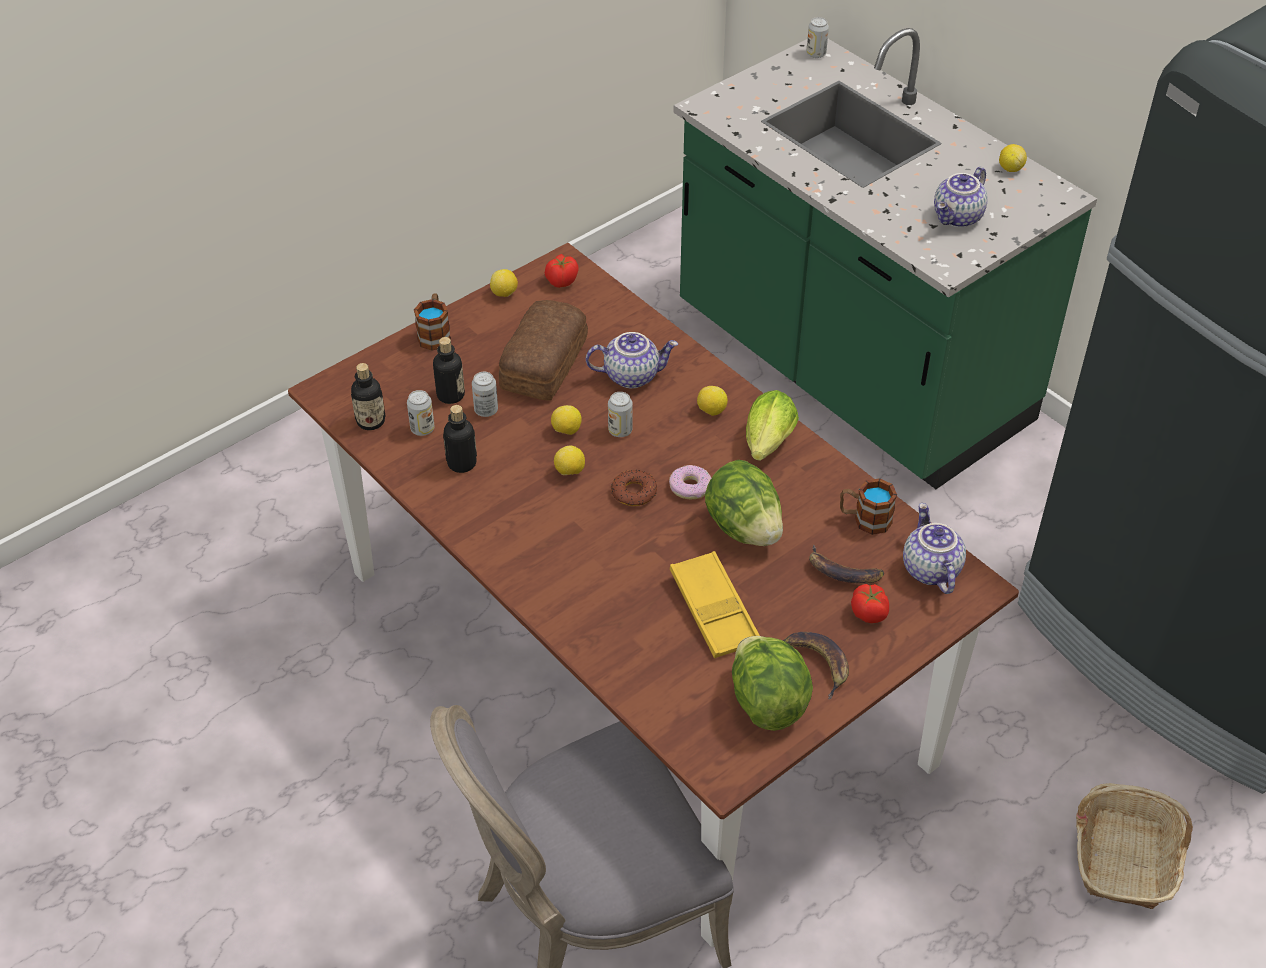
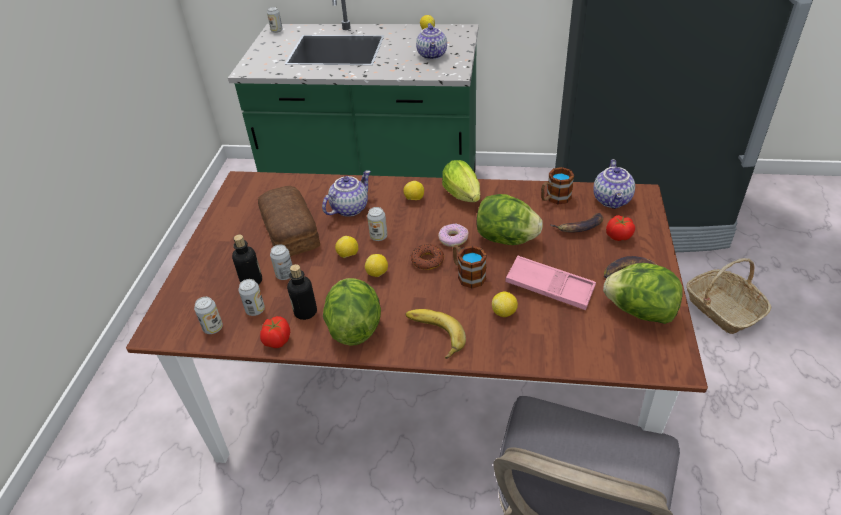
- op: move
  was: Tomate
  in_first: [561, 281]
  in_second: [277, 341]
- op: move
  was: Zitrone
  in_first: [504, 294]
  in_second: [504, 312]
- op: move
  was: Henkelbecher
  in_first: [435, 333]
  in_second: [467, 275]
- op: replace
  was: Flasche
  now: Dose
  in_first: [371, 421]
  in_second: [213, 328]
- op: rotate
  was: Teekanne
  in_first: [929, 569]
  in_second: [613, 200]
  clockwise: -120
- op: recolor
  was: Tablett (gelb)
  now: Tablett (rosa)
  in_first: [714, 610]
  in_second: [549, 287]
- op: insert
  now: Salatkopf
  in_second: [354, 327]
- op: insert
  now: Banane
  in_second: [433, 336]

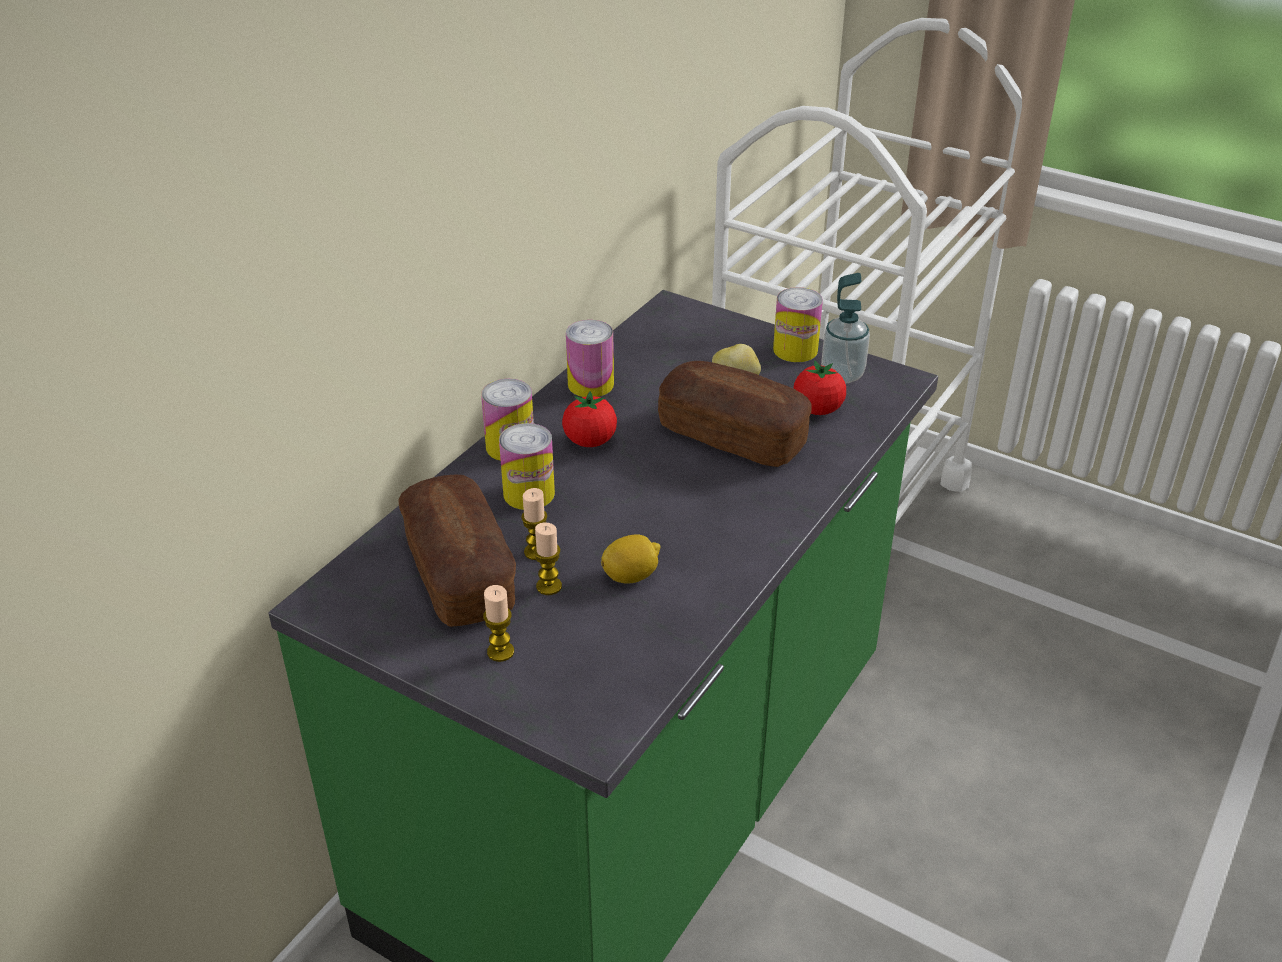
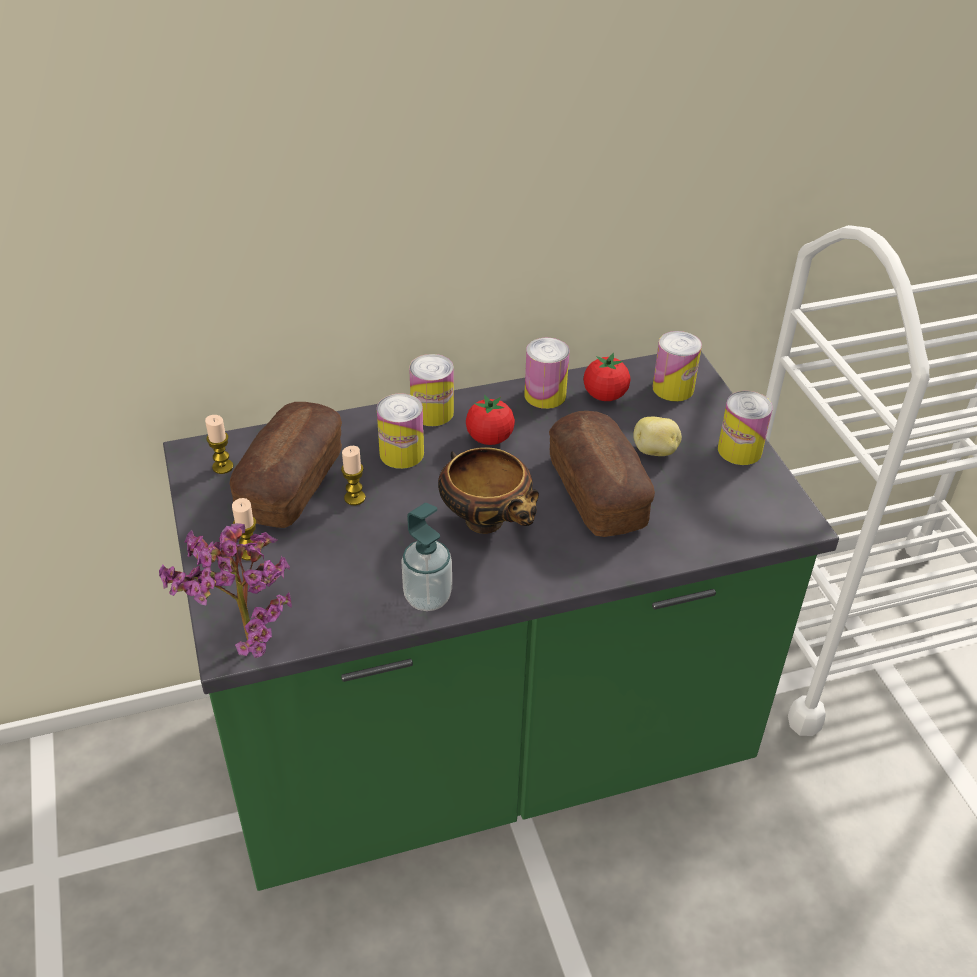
- op: move
  was: Seifenspender
  in_first: [842, 375]
  in_second: [427, 597]
- op: move
  was: Tomate
  in_first: [817, 409]
  in_second: [605, 395]
- op: move
  was: Kerze
  in_first: [549, 586]
  in_second: [223, 467]
- op: delete
  was: Zitrone
  in_first: [631, 576]
- op: insert
  now: Dose
  in_second: [673, 388]
- op: insert
  now: Schüssel
  in_second: [488, 523]
- op: insert
  now: Topfpflanze
  in_second: [243, 642]

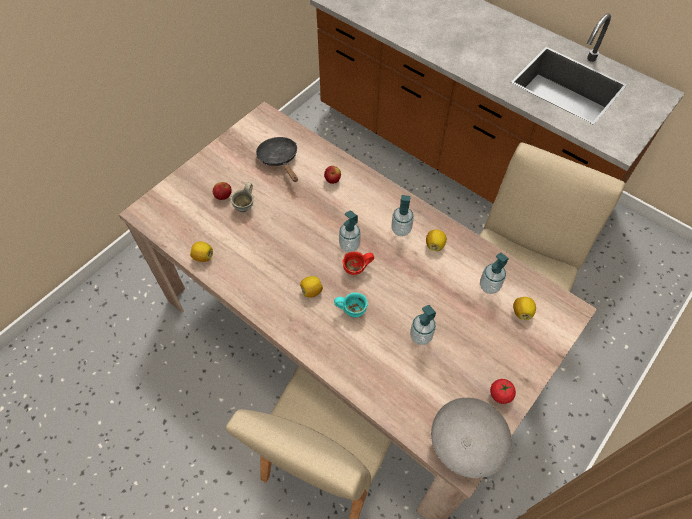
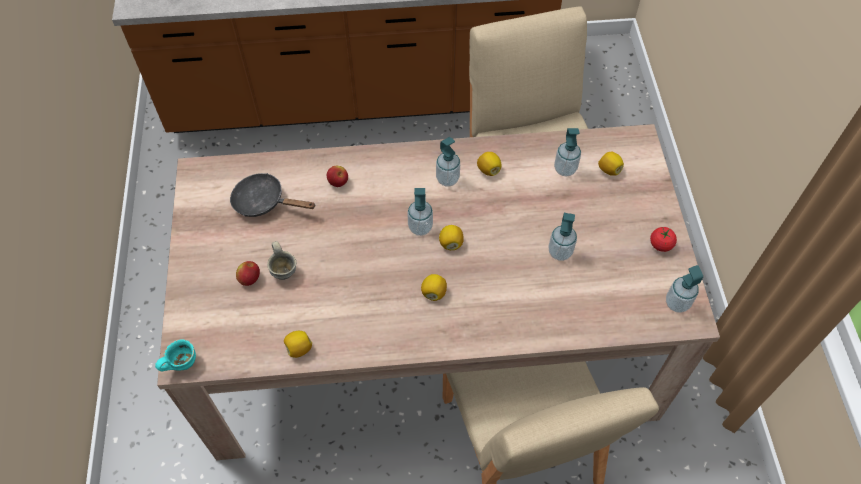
- op: replace
  was: Henkelbecher (rot)
  now: Zitrone
  in_first: [356, 270]
  in_second: [451, 243]
- op: move
  was: Henkelbecher (türkis)
  in_first: [352, 310]
  in_second: [181, 363]
- op: replace
  was: Schüssel (grau)
  now: Seifenspender
  in_first: [464, 444]
  in_second: [677, 303]

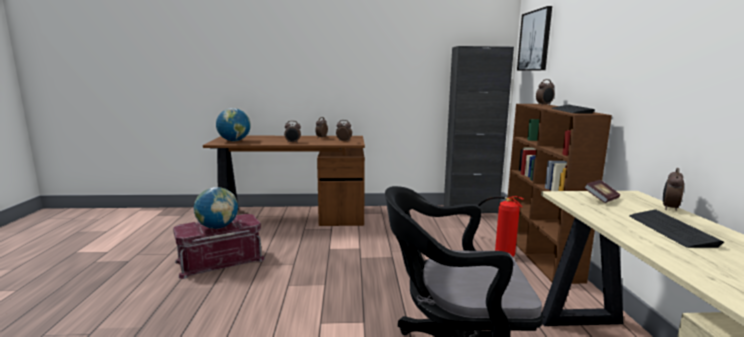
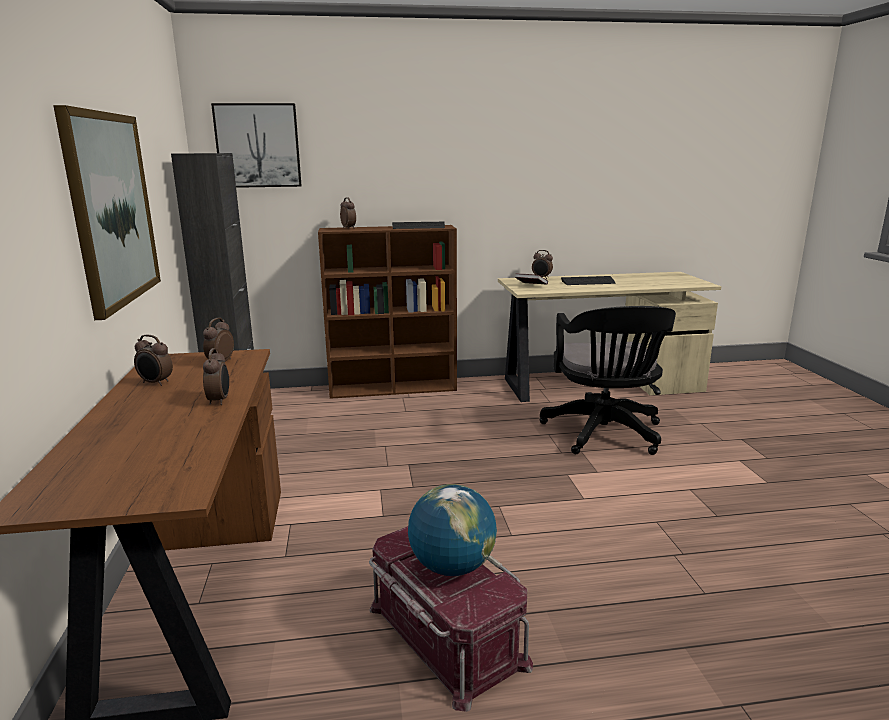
- op: delete
  was: Globus
  in_first: [234, 141]
- op: delete
  was: Feuerlöscher
  in_first: [497, 250]
- op: insert
  now: Bild
  in_second: [112, 209]

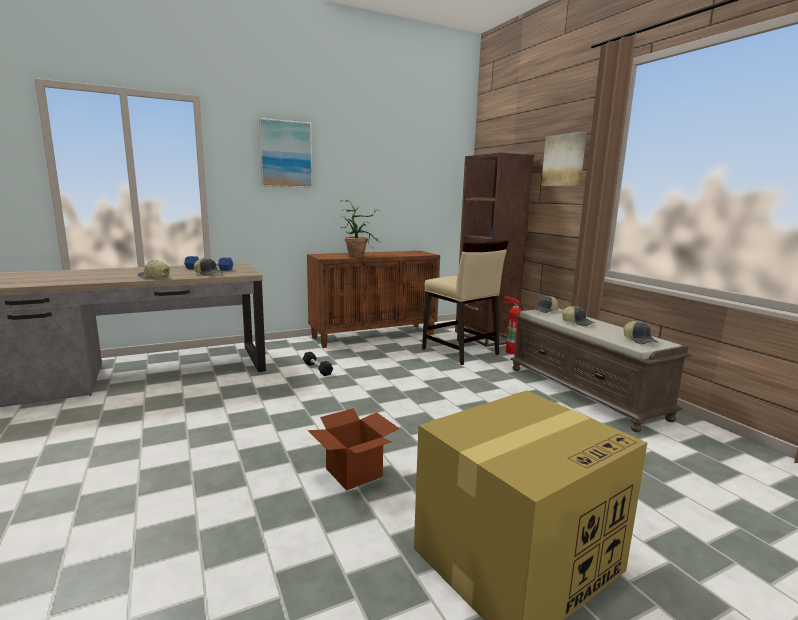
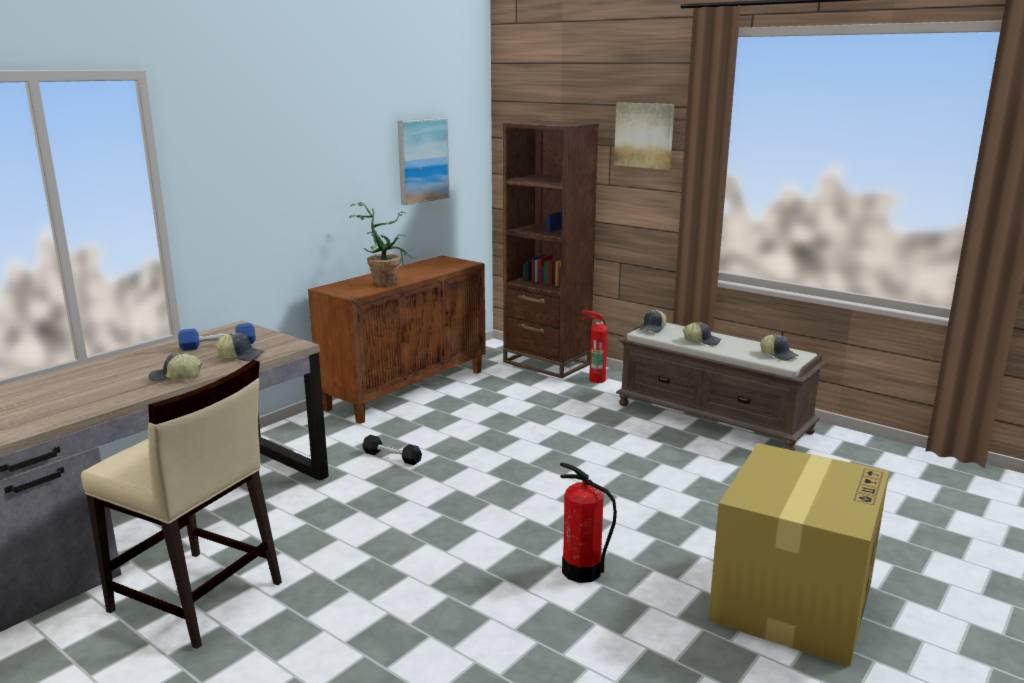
- op: move
  was: Bild
  in_first: [286, 154]
  in_second: [422, 160]
- op: move
  was: Stuhl (beige)
  in_first: [460, 352]
  in_second: [196, 598]
- op: replace
  was: Karton
  now: Feuerlöscher
  in_first: [353, 473]
  in_second: [582, 571]

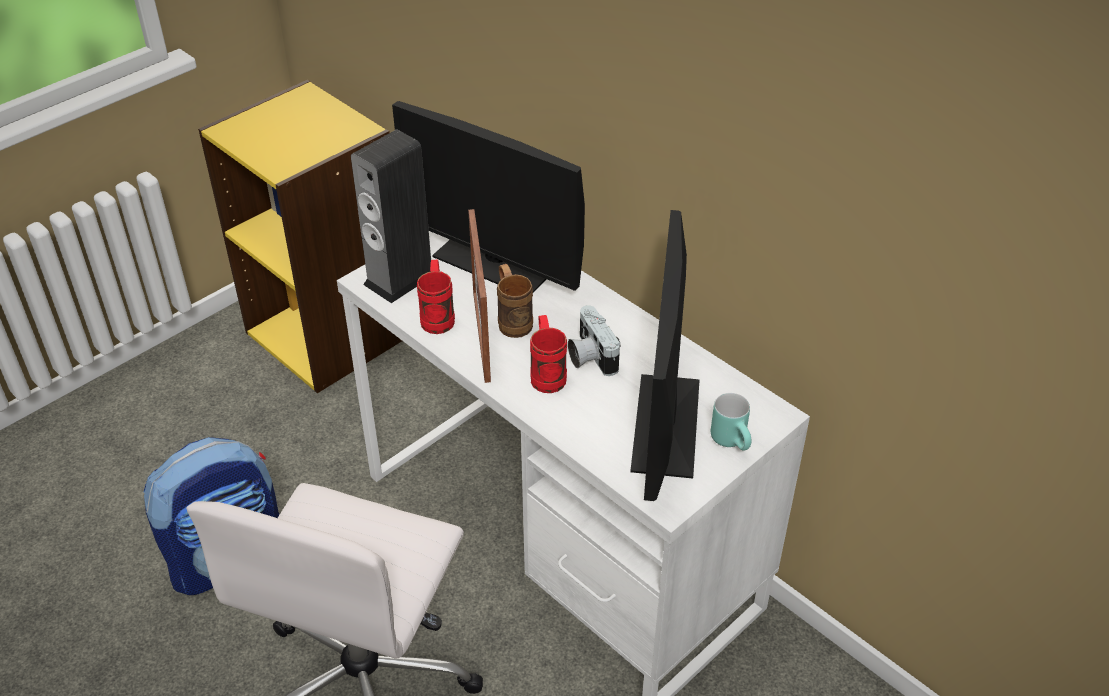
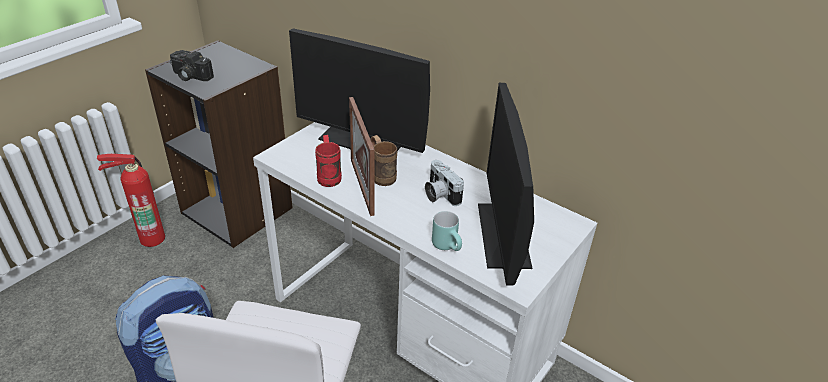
- op: recolor
  was: Bücherregal (gelb)
  now: Bücherregal (schwarz)
  in_first: [330, 333]
  in_second: [238, 210]
- op: delete
  was: Lautsprecher
  in_first: [400, 279]
- op: delete
  was: Henkelbecher (rot)
  in_first: [547, 374]
- op: move
  was: Henkelbecher (türkis)
  in_first: [734, 441]
  in_second: [449, 246]
- op: insert
  now: Kamera
  in_second: [189, 76]
- op: insert
  now: Feuerlöscher
  in_second: [150, 237]

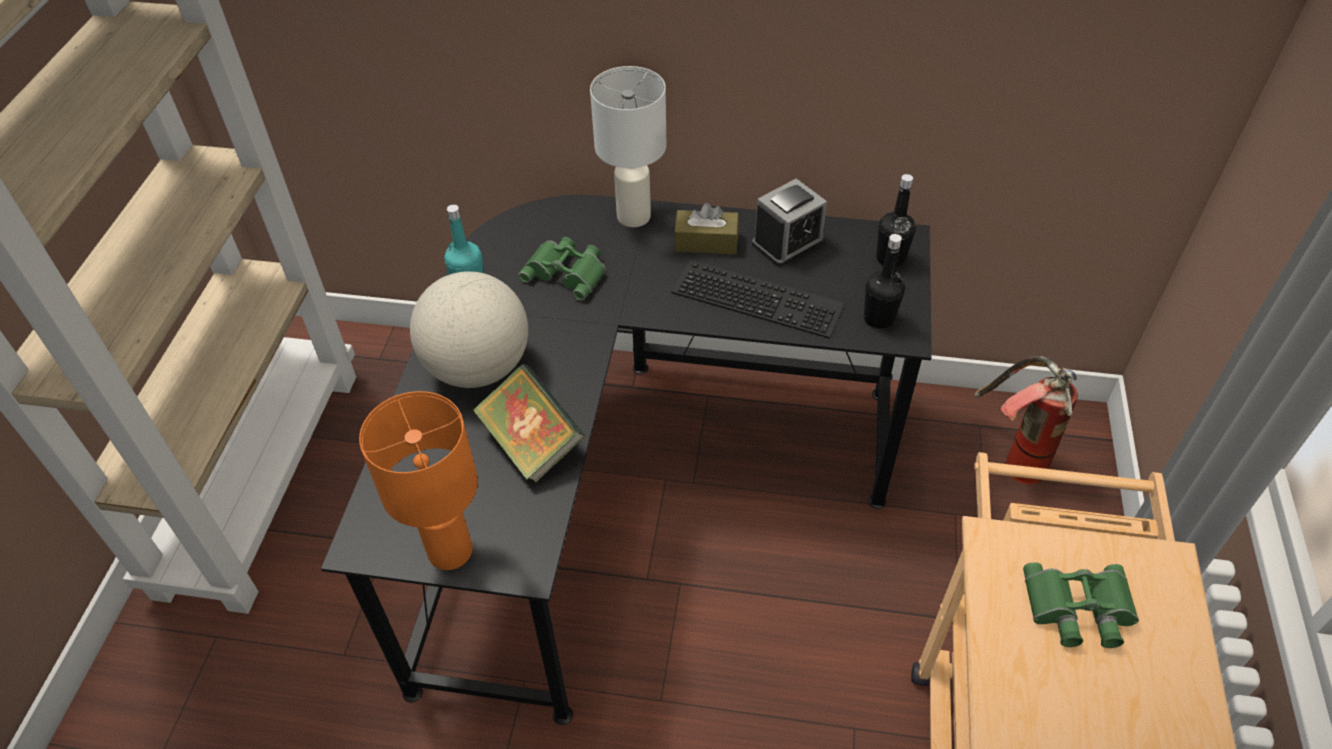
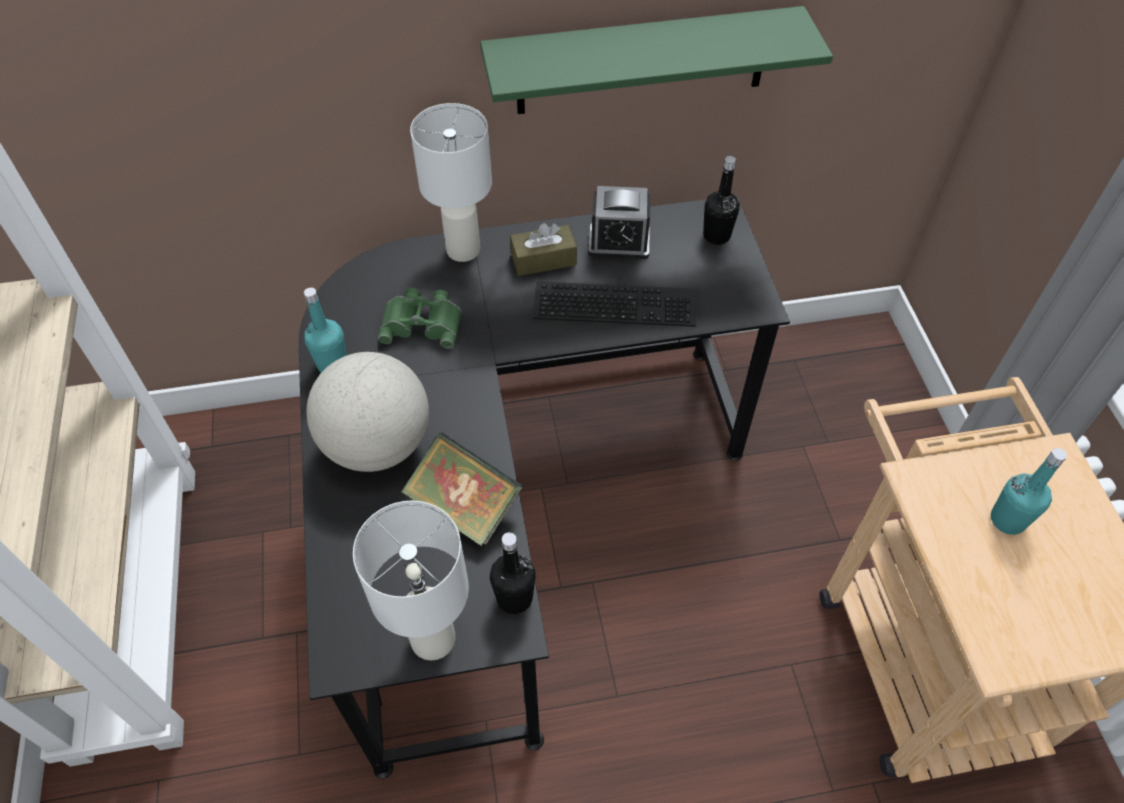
- op: rotate
  was: Wecker
  in_first: [787, 243]
  in_second: [619, 242]
  clockwise: 60
- op: move
  was: Flasche (schwarz)
  in_first: [878, 318]
  in_second: [514, 598]
- op: delete
  was: Feuerlöscher
  in_first: [1010, 459]
- op: recolor
  was: Tischlampe (orange)
  now: Tischlampe (weiß)
  in_first: [451, 551]
  in_second: [434, 639]
- op: replace
  was: Fernglas (grün)
  now: Flasche (türkis)
  in_first: [1078, 610]
  in_second: [1007, 520]
- op: insert
  now: Wandregal (grün)
  in_second: [642, 61]

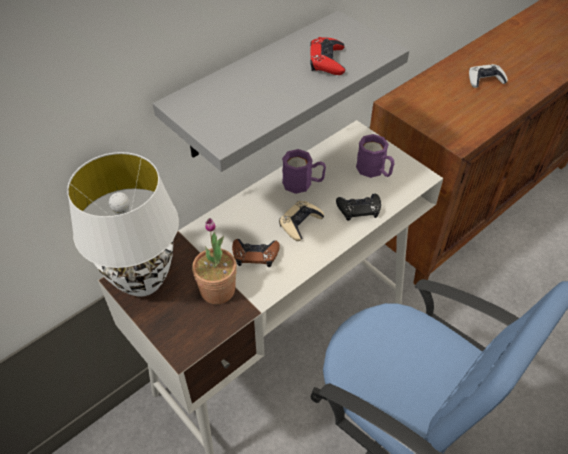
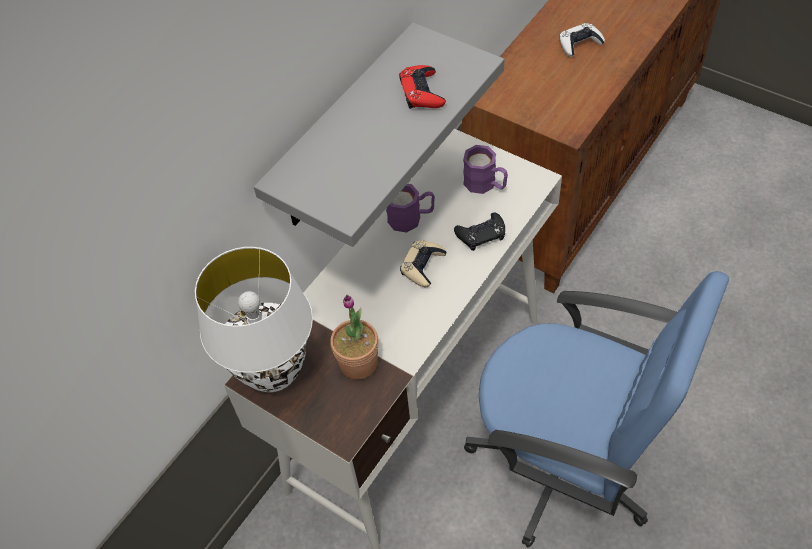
- op: delete
  was: Gamepad (braun)
  in_first: [255, 255]

